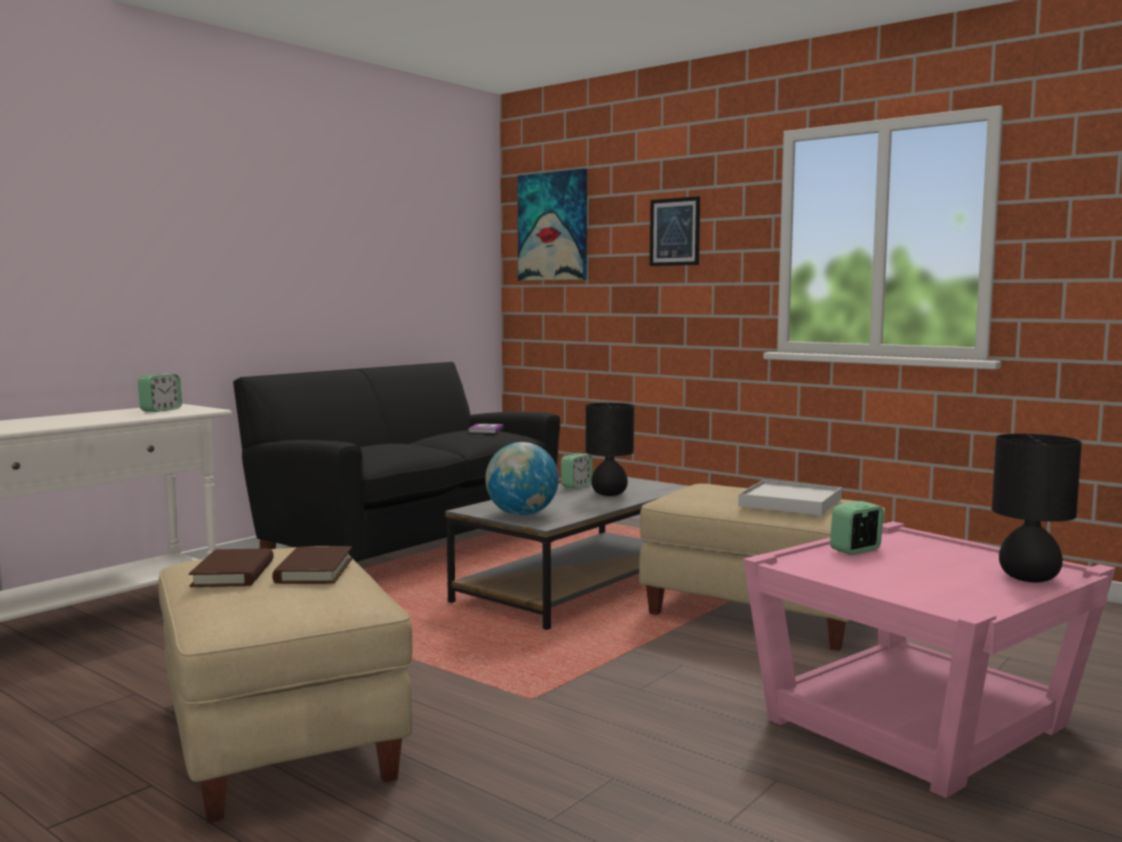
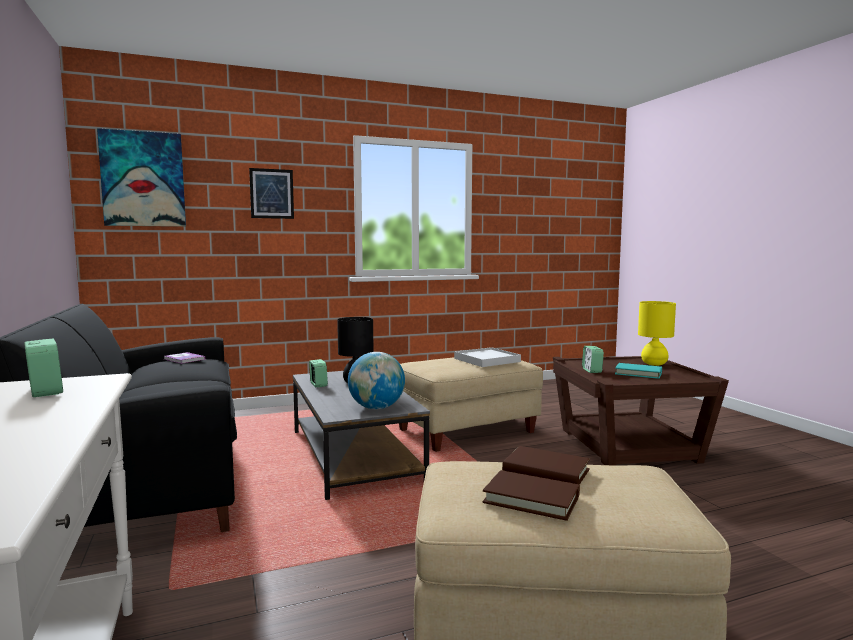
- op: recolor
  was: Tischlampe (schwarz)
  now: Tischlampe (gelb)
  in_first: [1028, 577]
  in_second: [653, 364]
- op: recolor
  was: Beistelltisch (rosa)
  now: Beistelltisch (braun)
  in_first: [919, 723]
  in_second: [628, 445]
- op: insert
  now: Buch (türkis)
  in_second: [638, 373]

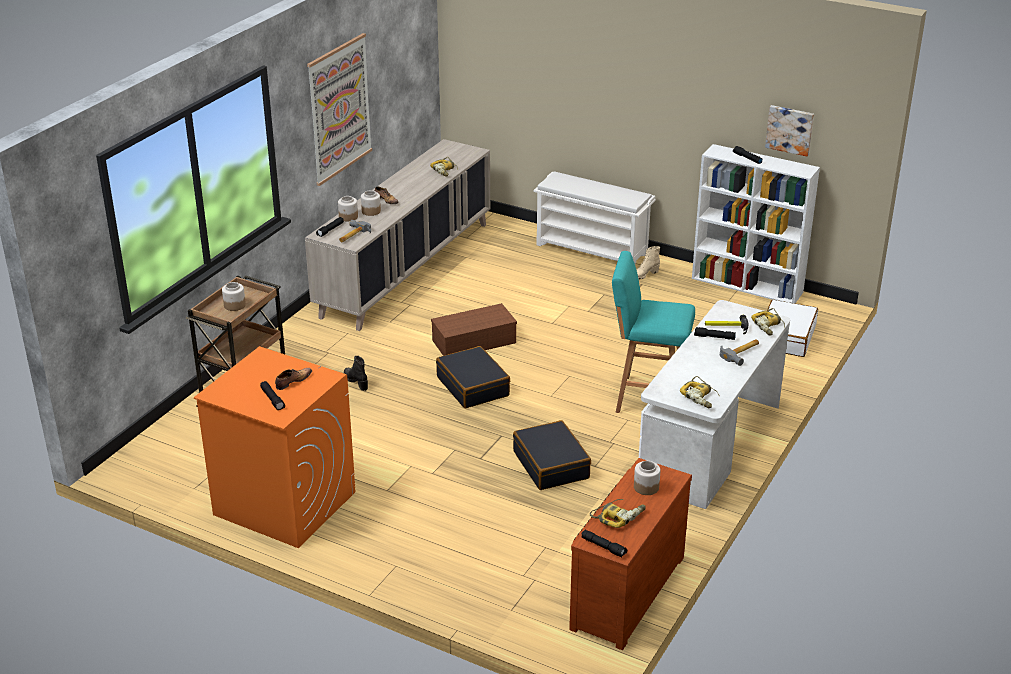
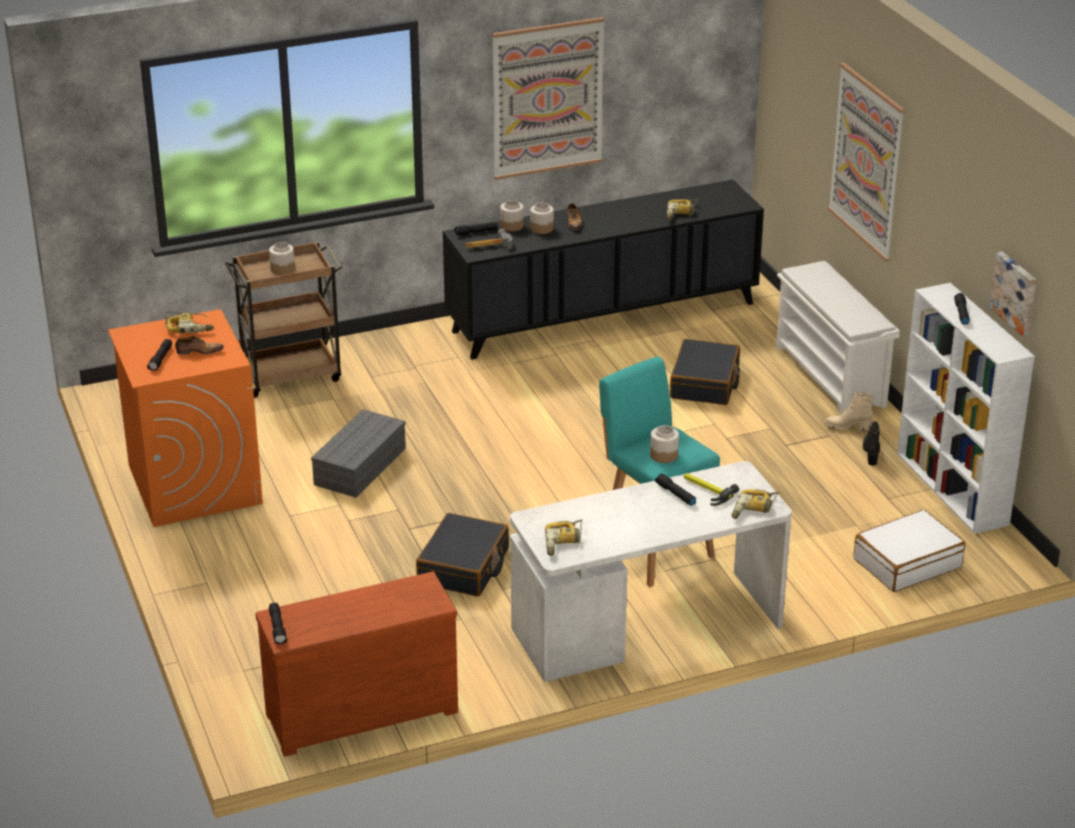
- op: recolor
  was: Schrank (beige)
  now: Schrank (schwarz)
  in_first: [406, 269]
  in_second: [602, 317]
- op: delete
  was: Aufbewahrungsbox (braun)
  in_first: [475, 341]
- op: delete
  was: Hammer
  in_first: [742, 353]
- op: move
  was: Koffer (schwarz)
  in_first: [473, 386]
  in_second: [705, 383]
- op: move
  was: Stiefel (schwarz)
  in_first: [356, 382]
  in_second: [871, 453]
- op: move
  was: Vorratsglas
  in_first: [646, 487]
  in_second: [664, 455]
- op: move
  was: Bohrmaschine
  in_first: [618, 516]
  in_second: [189, 327]
- op: insert
  now: Bild
  in_second: [866, 161]
- op: insert
  now: Aufbewahrungsbox (grau)
  in_second: [360, 465]

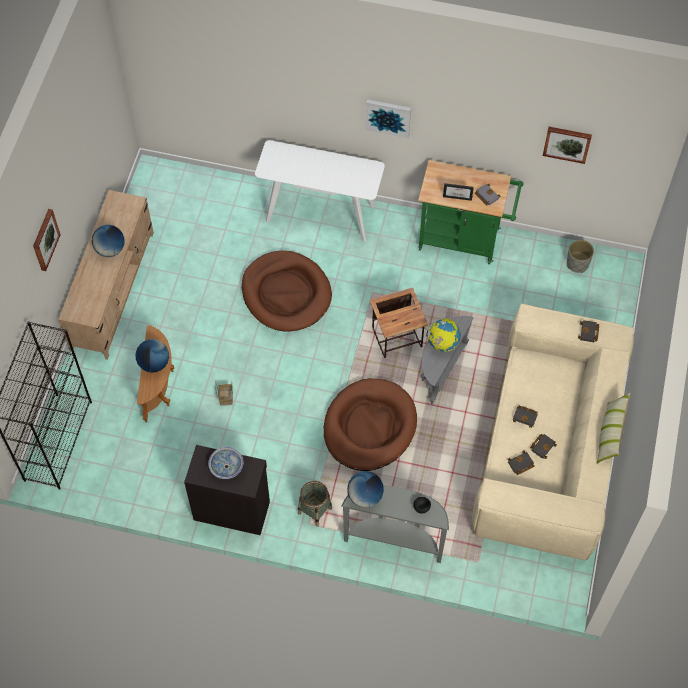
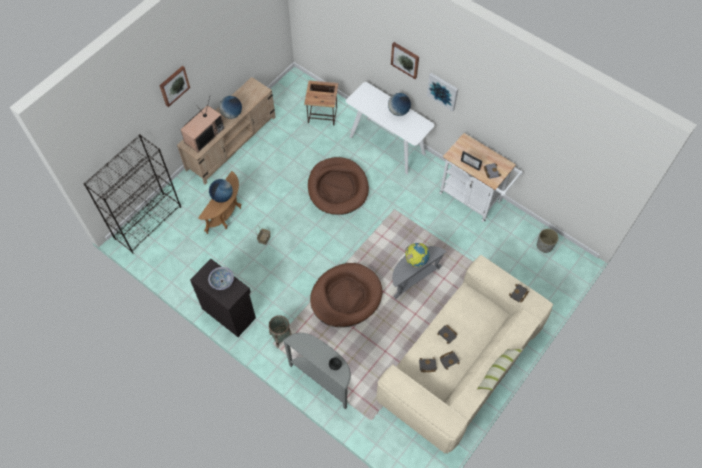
- op: move
  was: Bild
  in_first: [567, 143]
  in_second: [405, 59]
- op: recolor
  was: Rollwagen (grün)
  now: Rollwagen (weiß)
  in_first: [464, 239]
  in_second: [474, 199]
- op: move
  was: Beistelltisch
  in_first: [398, 338]
  in_second: [323, 115]
- op: move
  was: Globus
  in_first: [365, 496]
  in_second: [398, 111]
- op: insert
  now: Fernseher
  in_second: [204, 134]

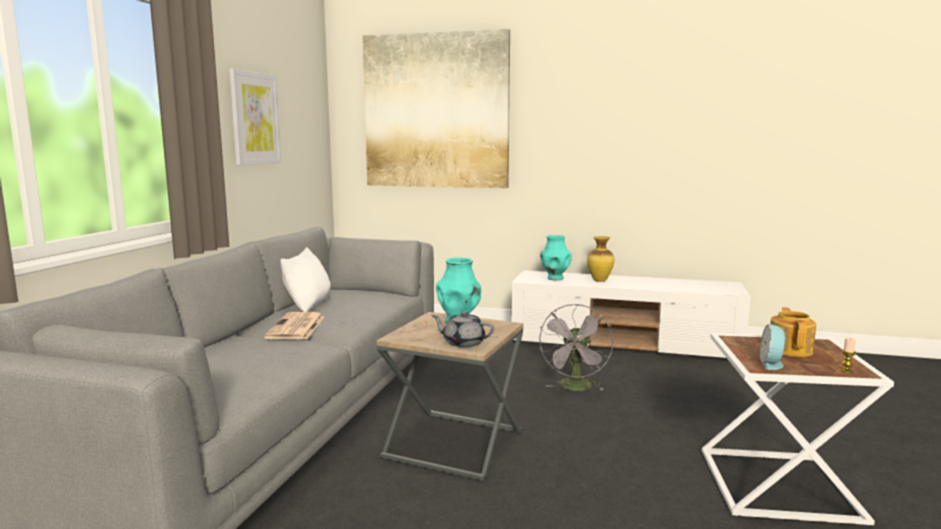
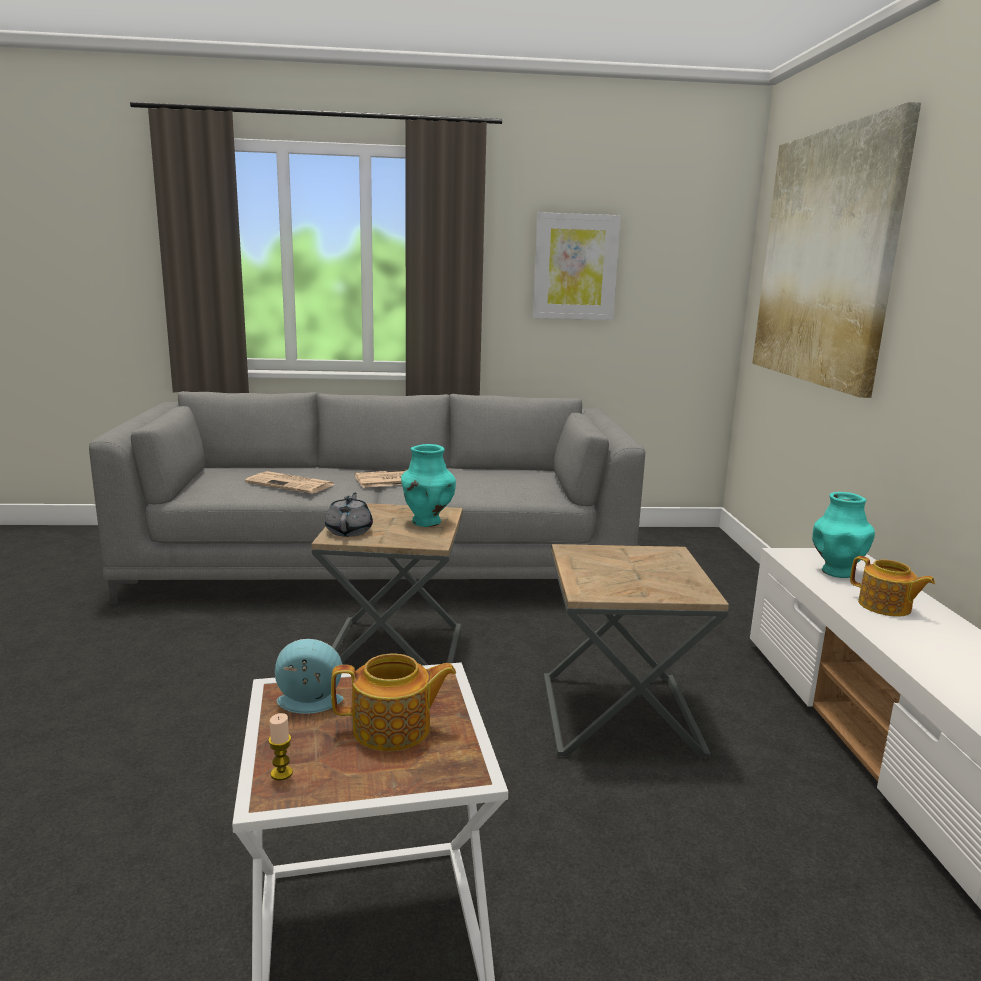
- op: replace
  was: Vase
  now: Teekanne
  in_first: [599, 280]
  in_second: [885, 606]
- op: delete
  was: Kissen (weiß)
  in_first: [308, 305]
- op: replace
  was: Ventilator (grau)
  now: Beistelltisch (braun)
  in_first: [575, 388]
  in_second: [620, 715]
- op: insert
  now: Zeitung
  in_second: [292, 484]

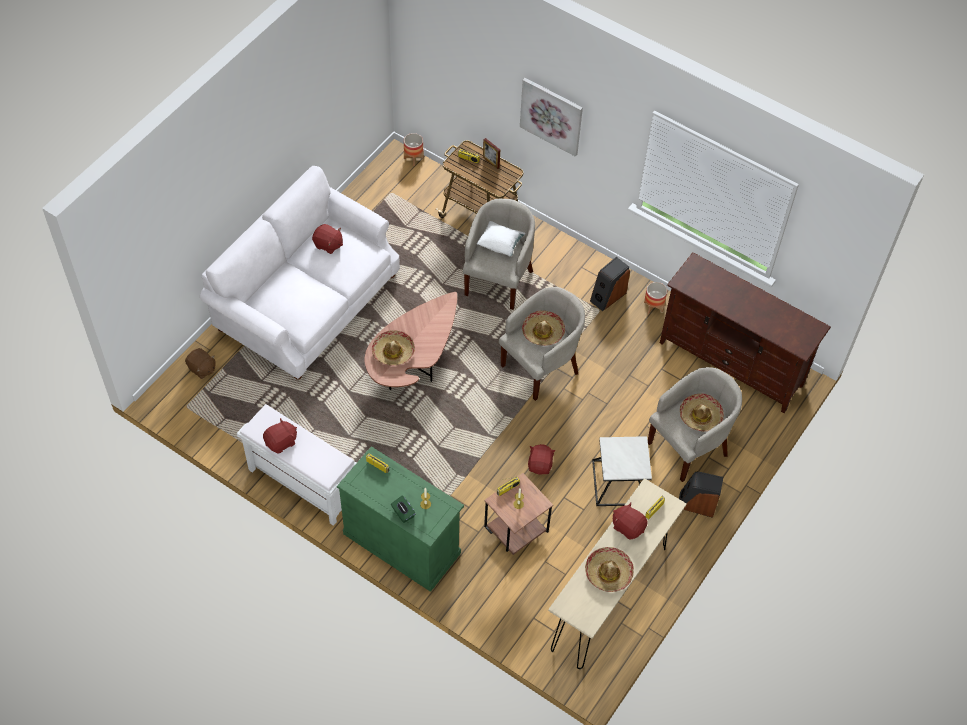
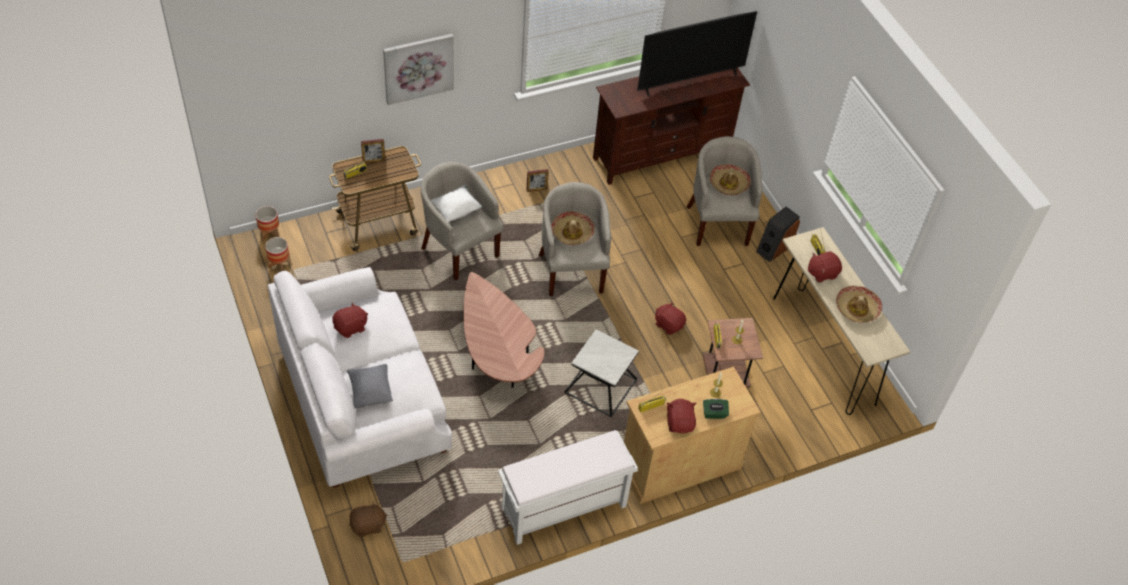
- op: replace
  was: Lautsprecher
  now: Bilderrahmen
  in_first: [607, 296]
  in_second: [536, 189]
- op: move
  was: Pflanzkübel
  in_first: [653, 307]
  in_second: [279, 264]
- op: delete
  was: Hut
  in_first: [393, 352]
- op: move
  was: Plüschtier (rot)
  in_first: [281, 442]
  in_second: [680, 423]
- op: move
  was: Beistelltisch
  in_first: [620, 482]
  in_second: [600, 386]
- op: recolor
  was: Schrank (grün)
  now: Schrank (beige)
  in_first: [402, 543]
  in_second: [679, 464]
- op: insert
  now: Fernseher
  in_second: [690, 81]
- op: insert
  now: Kissen (grau)
  in_second: [370, 392]

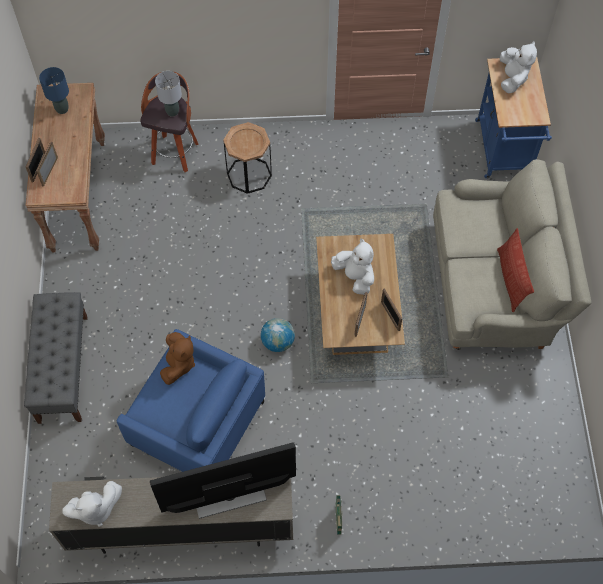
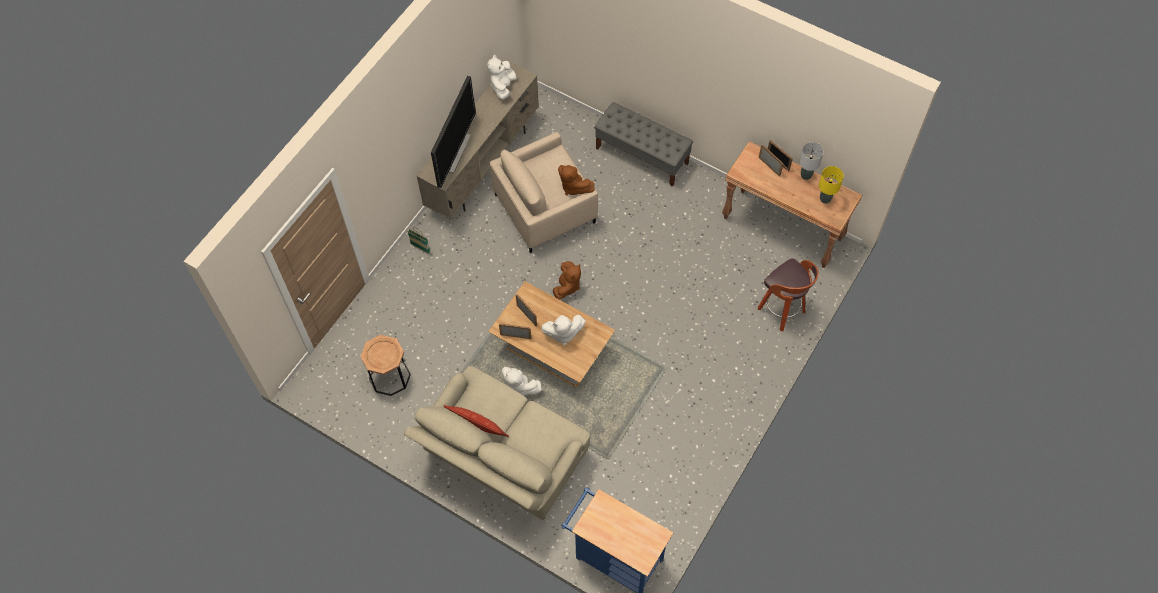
- op: move
  was: Plüschtier (weiß)
  in_first: [512, 78]
  in_second: [519, 387]
- op: recolor
  was: Tischlampe (blau)
  now: Tischlampe (gelb)
  in_first: [62, 109]
  in_second: [825, 199]
- op: move
  was: Tischlampe (grau)
  in_first: [172, 112]
  in_second: [805, 175]
- op: move
  was: Beistelltisch (braun)
  in_first: [249, 175]
  in_second: [389, 377]
- op: replace
  was: Globus
  now: Plüschtier (braun)
  in_first: [278, 342]
  in_second: [567, 286]
- op: recolor
  was: Sessel (blau)
  now: Sessel (beige)
  in_first: [197, 424]
  in_second: [544, 208]

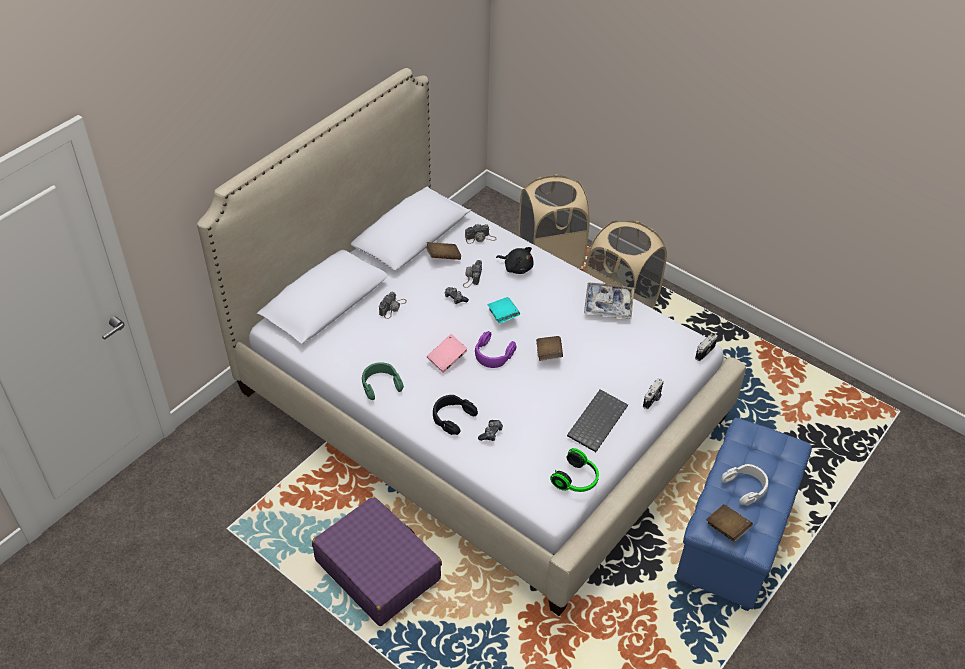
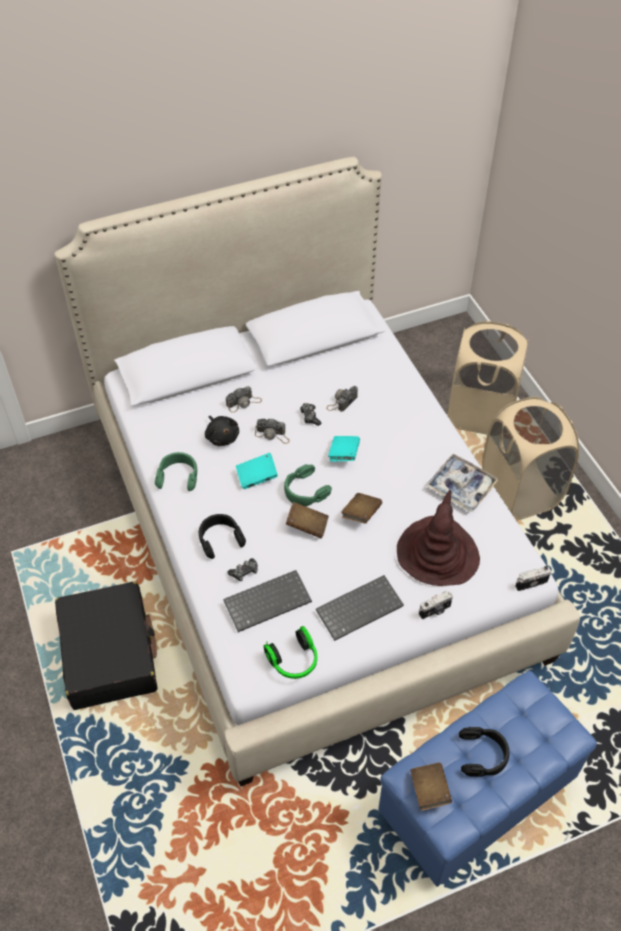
- op: move
  was: Kamera
  in_first: [480, 238]
  in_second: [272, 435]
- op: move
  was: Buch (braun)
  in_first: [443, 257]
  in_second: [307, 526]
- op: move
  was: Plüschtier (schwarz)
  in_first: [517, 267]
  in_second: [222, 436]
- op: recolor
  was: Kopfhörer (lila)
  now: Kopfhörer (grün)
  in_first: [493, 354]
  in_second: [305, 490]
- op: recolor
  was: Buch (rosa)
  now: Buch (türkis)
  in_first: [447, 359]
  in_second: [257, 477]
- op: recolor
  was: Kopfhörer (weiß)
  now: Kopfhörer (schwarz)
  in_first: [746, 487]
  in_second: [483, 755]
- op: recolor
  was: Koffer (lila)
  now: Koffer (schwarz)
  in_first: [377, 569]
  in_second: [109, 653]
- op: insert
  now: Hut (braun)
  in_second: [437, 553]
- op: insert
  now: Tastatur
  in_second: [268, 600]

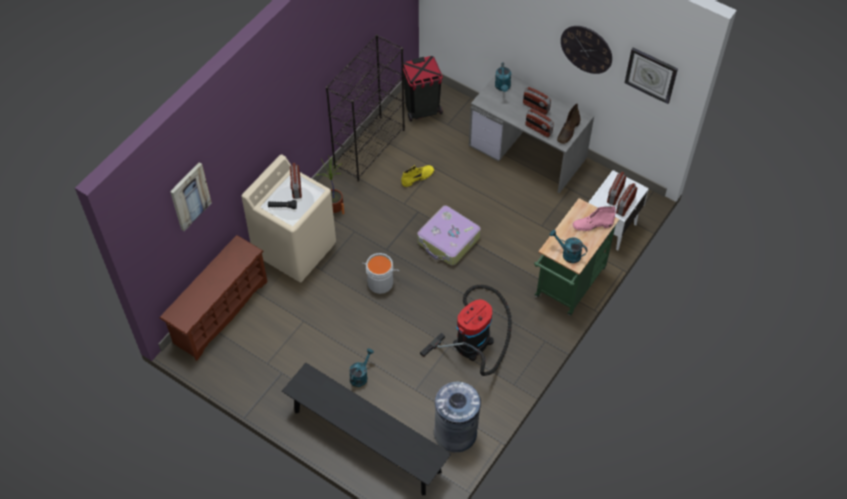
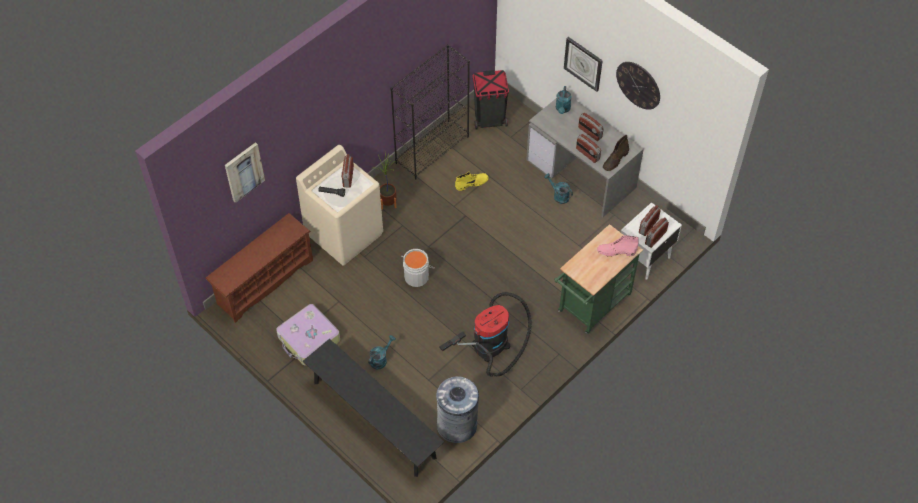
- op: move
  was: Wanduhr
  in_first: [651, 75]
  in_second: [583, 63]
- op: move
  was: Koffer
  in_first: [448, 241]
  in_second: [308, 339]
- op: move
  was: Gießkanne (türkis)
  in_first: [568, 254]
  in_second: [558, 196]

